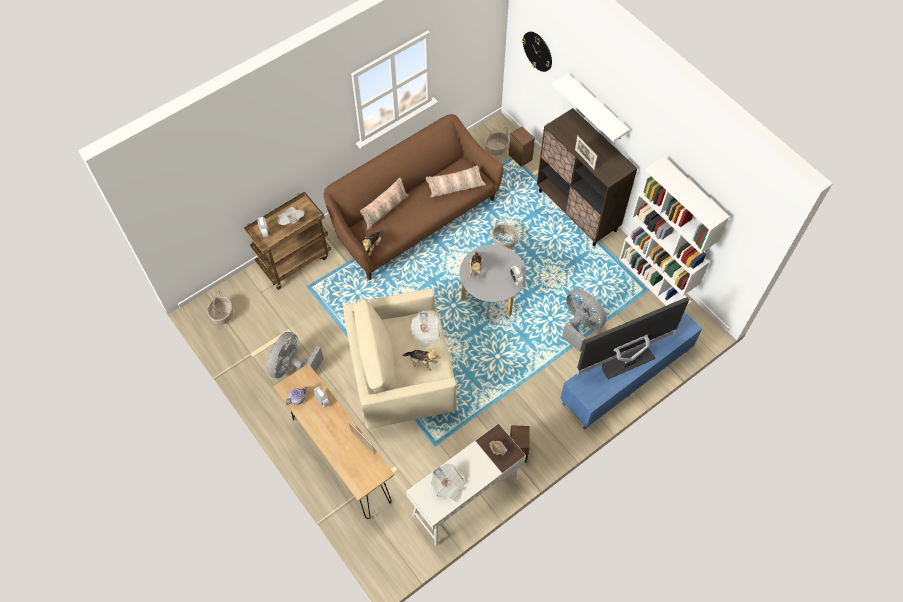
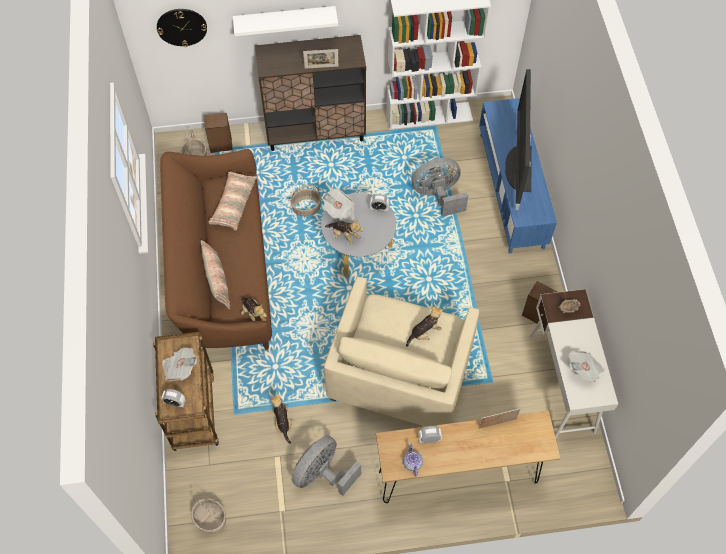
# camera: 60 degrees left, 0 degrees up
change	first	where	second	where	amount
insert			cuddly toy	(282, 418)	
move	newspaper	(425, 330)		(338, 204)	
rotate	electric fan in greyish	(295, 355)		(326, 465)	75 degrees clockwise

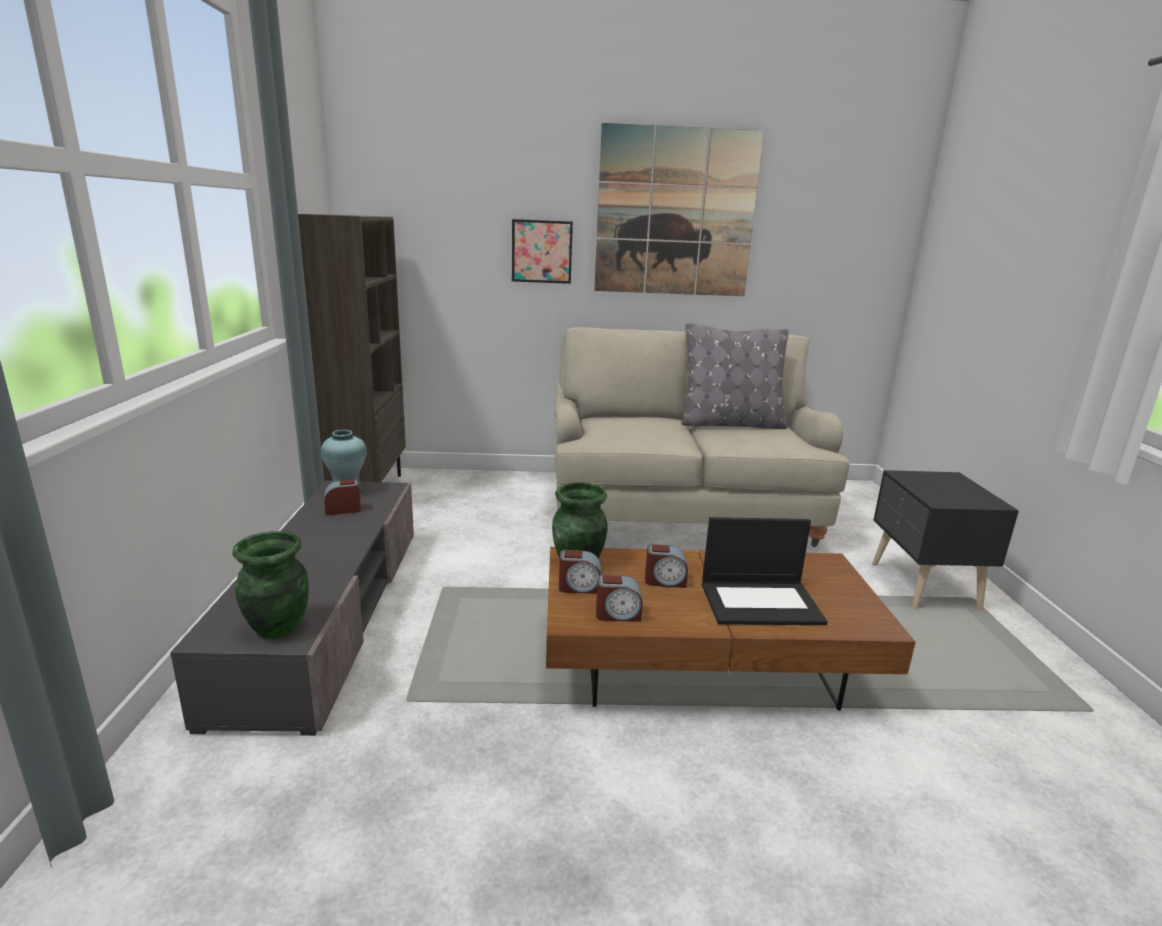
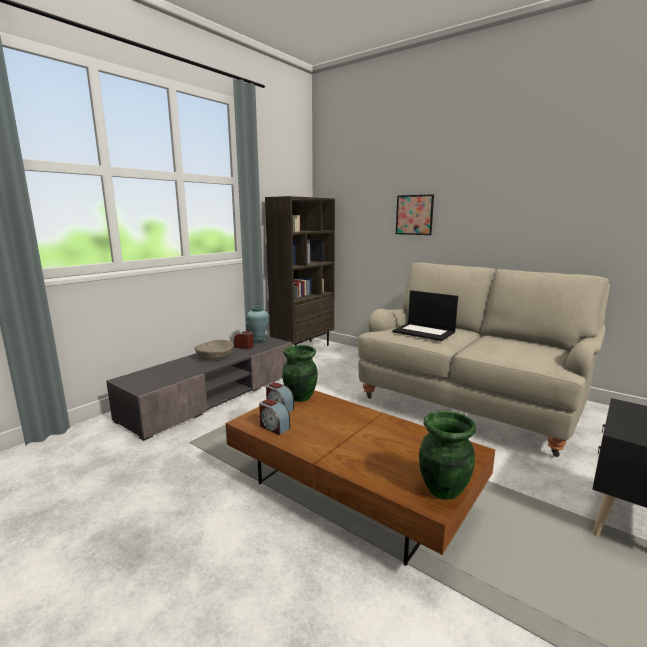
# camera: 40 degrees right, 5 degrees down
change	first	where	second	where	amount
delete	wall art	(679, 209)			
delete	alarm clock	(666, 566)			
delete	throw pillow in greyish	(735, 376)			
insert			serving bowl in beige	(214, 350)	
move	flower vase in green-coloured	(270, 585)		(447, 455)	
move	notebook computer	(765, 571)		(425, 315)	

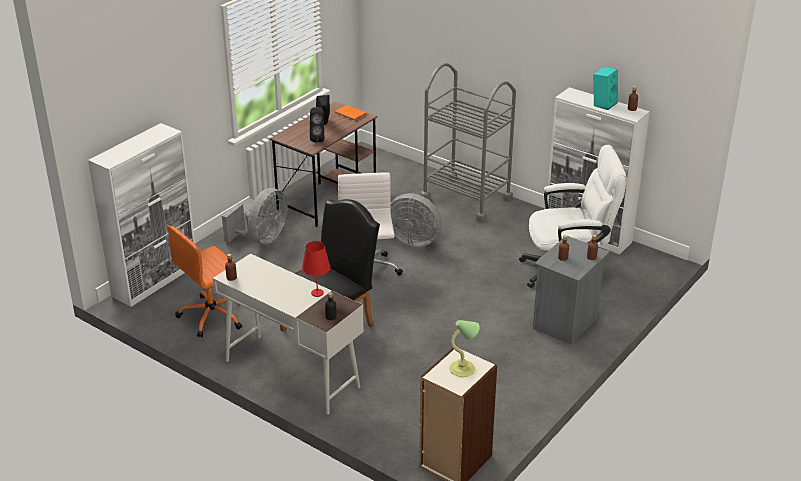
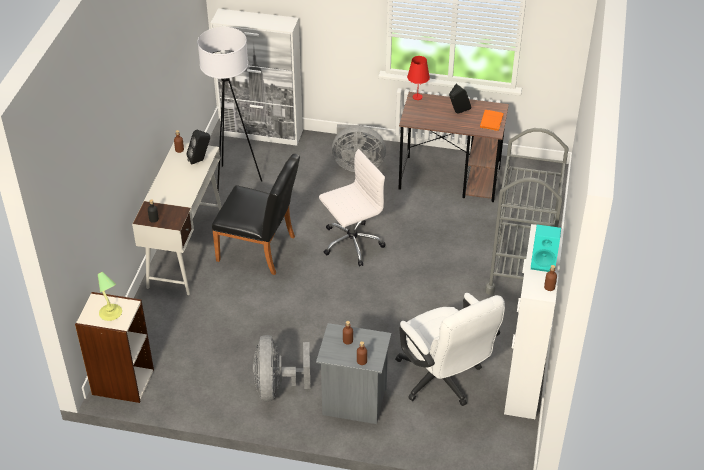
# camera: 65 degrees right, 10 degrees up
change	first	where	second	where	amount
move	table lamp in reddish	(316, 269)		(418, 78)	
move	loudspeaker in black	(317, 124)		(198, 147)	
move	electric fan in greyish	(416, 220)		(282, 368)	
replace	office chair in orange	(204, 281)	standard lamp in white	(229, 109)	

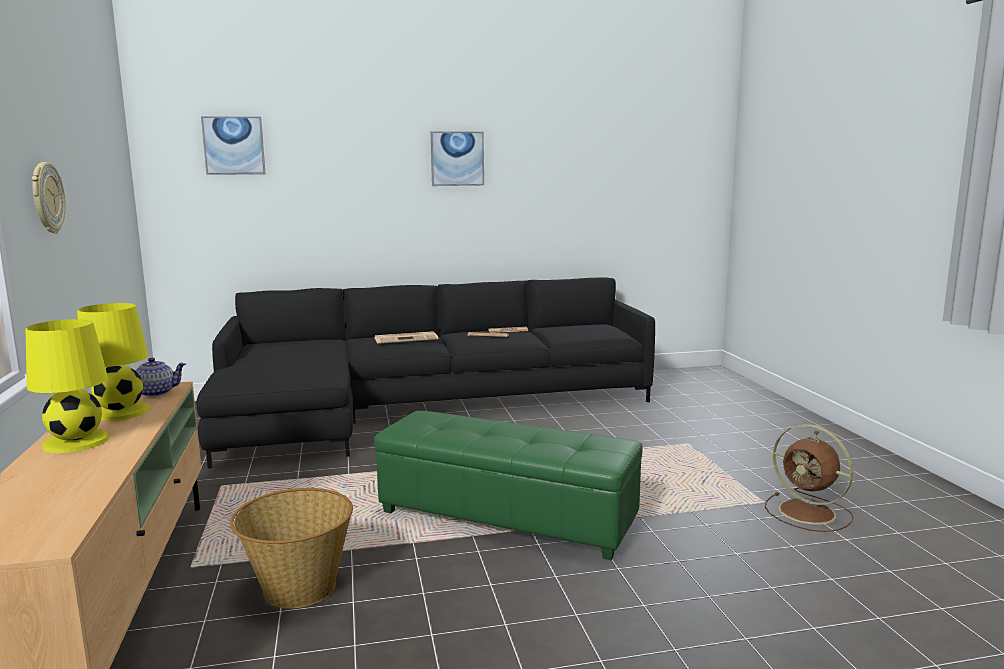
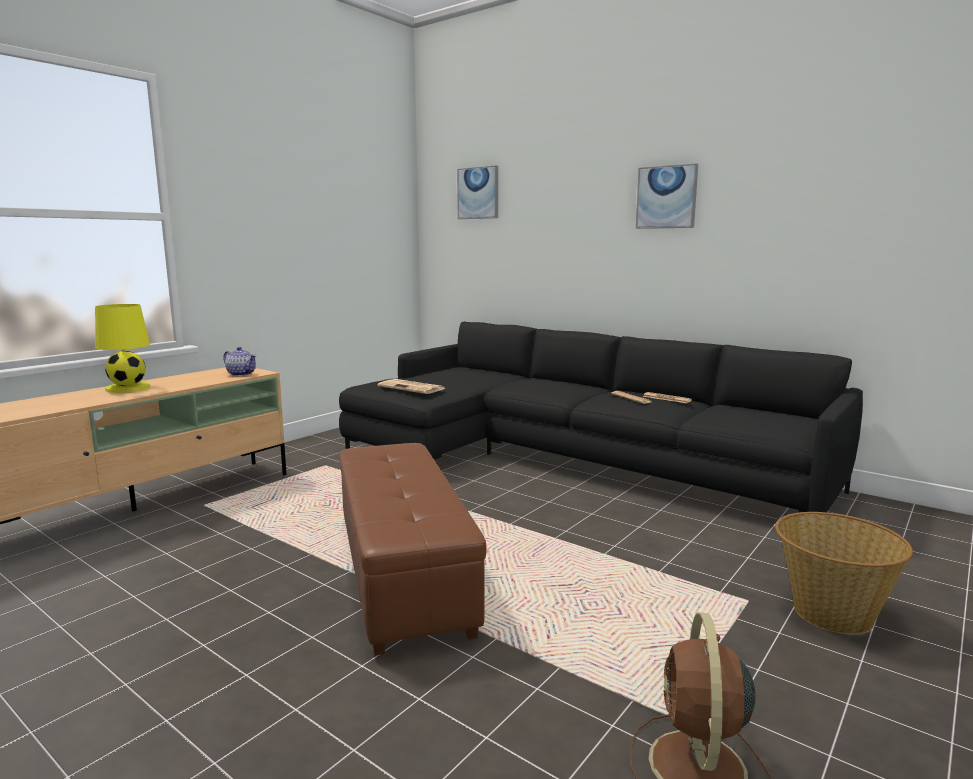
# camera: 50 degrees right, 0 degrees up
change	first	where	second	where	amount
delete	wall clock	(49, 198)			
delete	table lamp in yellowish	(113, 362)			
move	storage basket	(291, 548)		(844, 573)	
move	newspaper	(406, 337)		(411, 386)	
recolor	pouffe in green-coloured	(508, 485)	pouffe in brownish	(412, 549)	

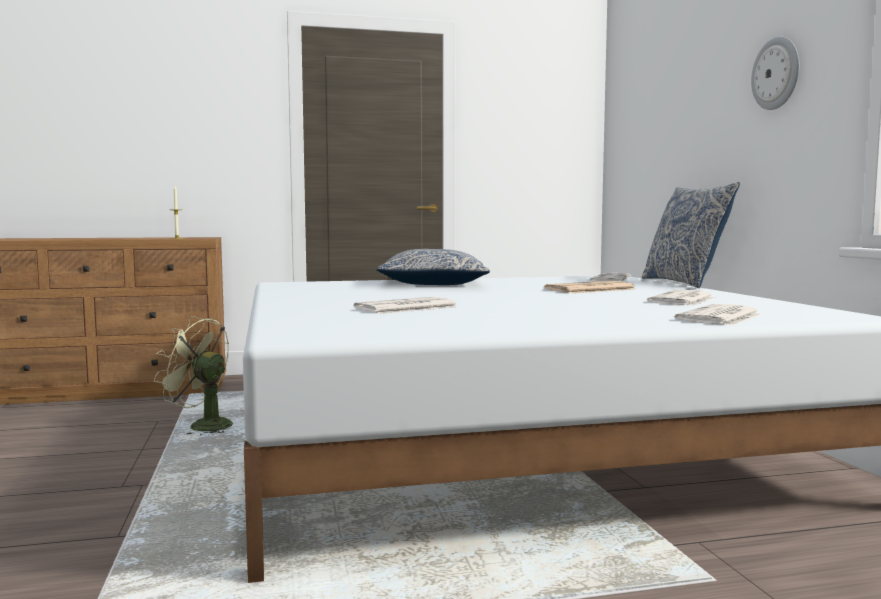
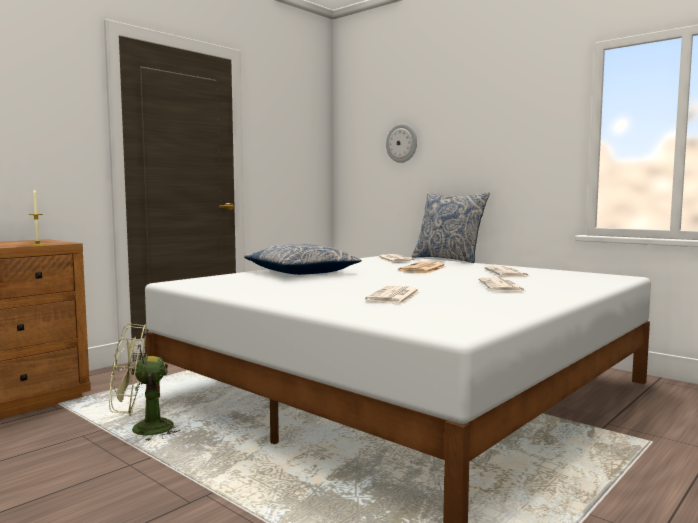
# camera: 35 degrees left, 0 degrees up
change	first	where	second	where	amount
move	newspaper	(718, 315)		(502, 284)	
move	wall clock	(775, 73)		(401, 143)	

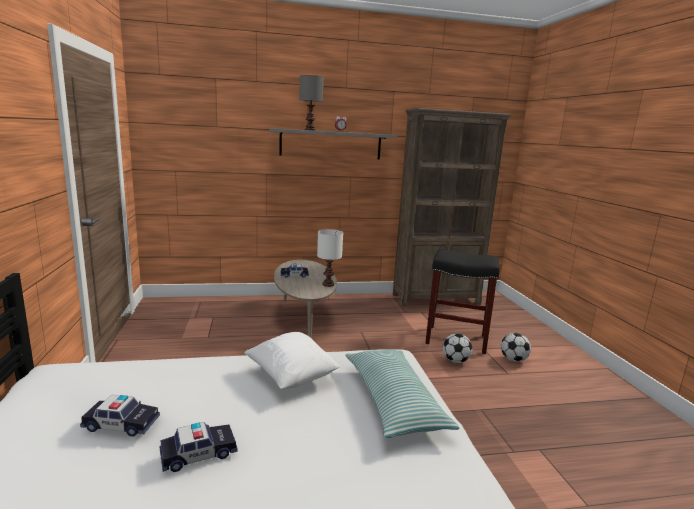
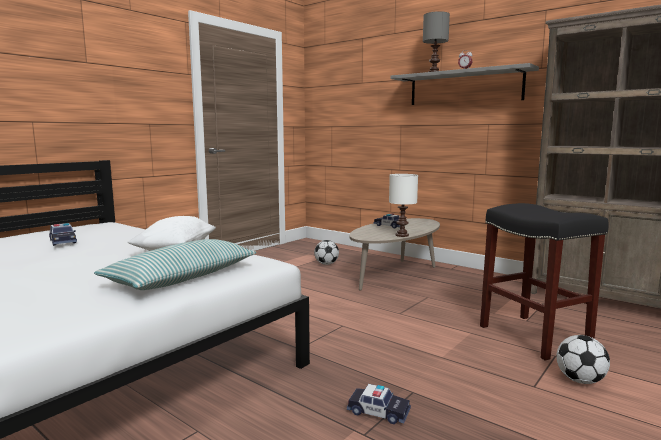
# camera: 50 degrees right, 5 degrees down
change	first	where	second	where	amount
move	model car	(198, 447)		(379, 404)	
move	football ball	(458, 348)		(326, 252)	

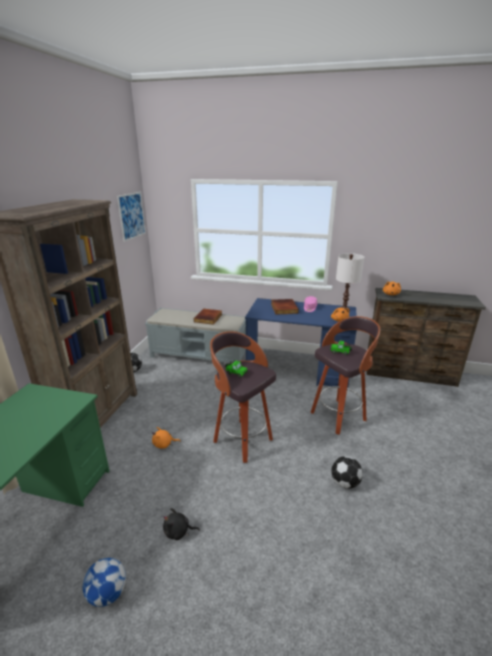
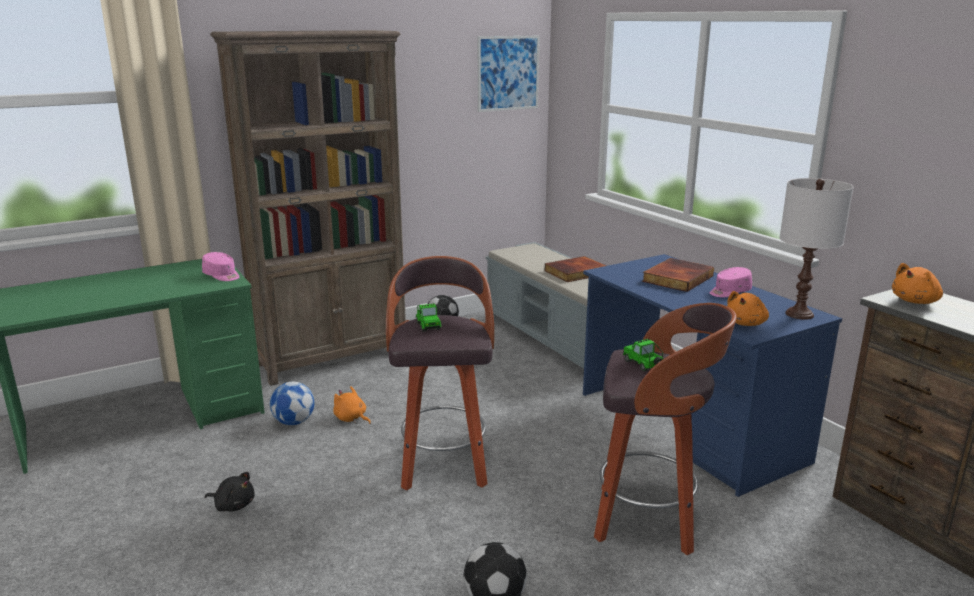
# camera: 45 degrees right, 5 degrees down
change	first	where	second	where	amount
insert			baseball cap in pink	(220, 266)	
move	football ball	(104, 582)		(292, 403)	
rotate	cuddly toy in black	(181, 524)		(230, 492)	150 degrees clockwise

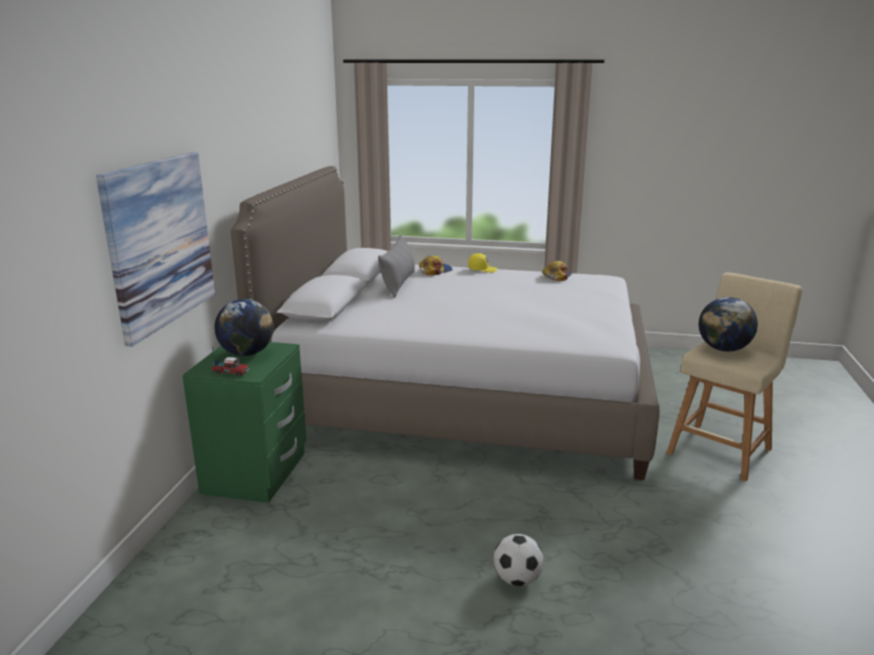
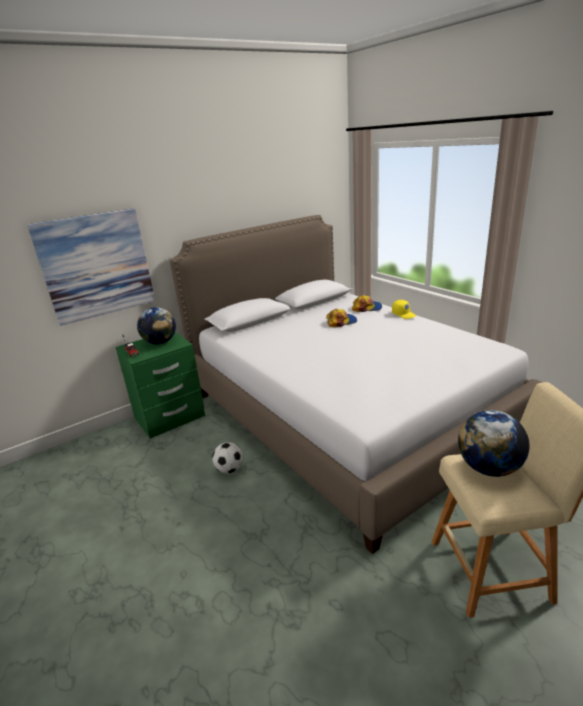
# camera: 45 degrees right, 5 degrees up
change	first	where	second	where	amount
delete	throw pillow in greyish	(396, 266)			
move	football ball	(518, 560)		(227, 457)	
move	baseball cap	(557, 271)		(341, 318)	

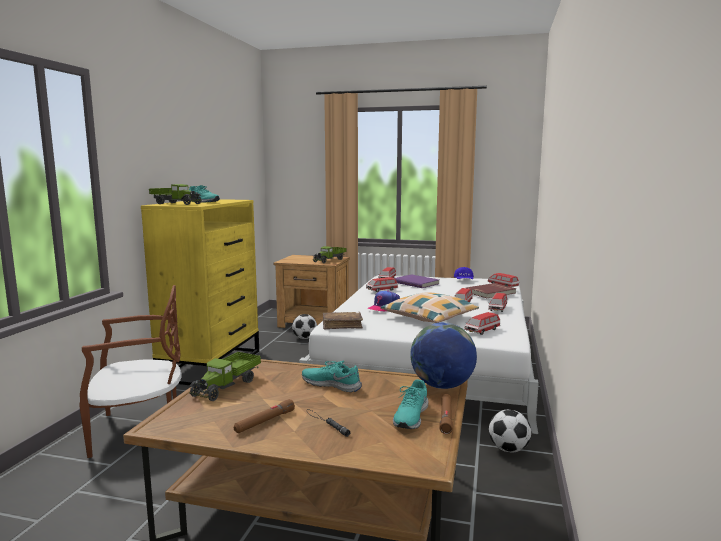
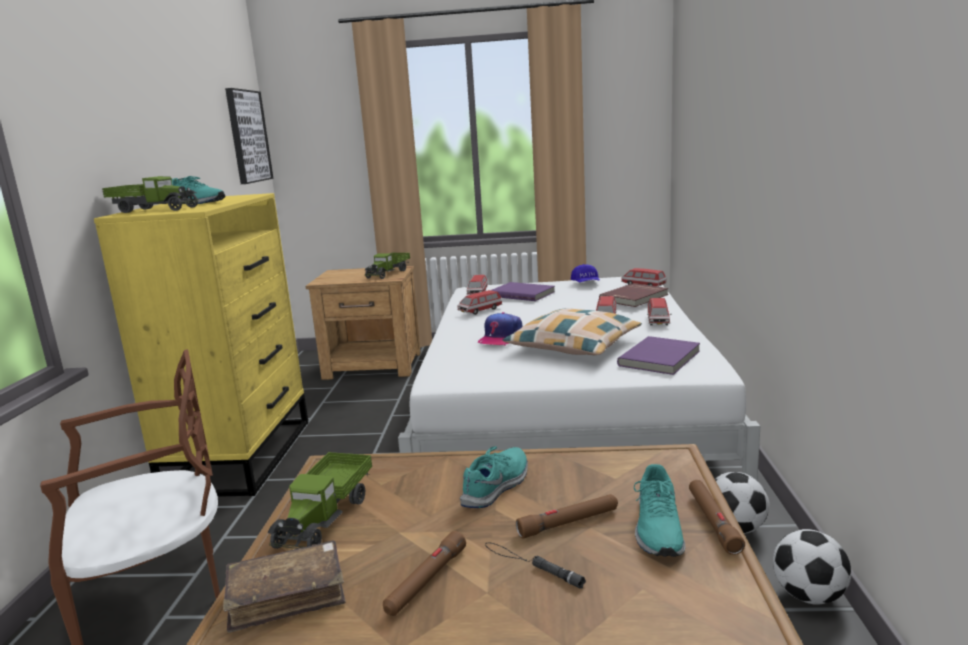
# camera: 10 degrees left, 5 degrees up
change	first	where	second	where	amount
delete	world globe	(443, 355)			
insert			wall art	(249, 136)	
insert			torch in brownish	(567, 516)	
move	football ball	(304, 326)		(812, 567)	
move	book in brownish	(342, 320)		(284, 586)	
replace	model car	(482, 323)	book in purple-coloured	(658, 355)	
rotate	shoe in turquoise	(332, 376)		(494, 477)	105 degrees clockwise

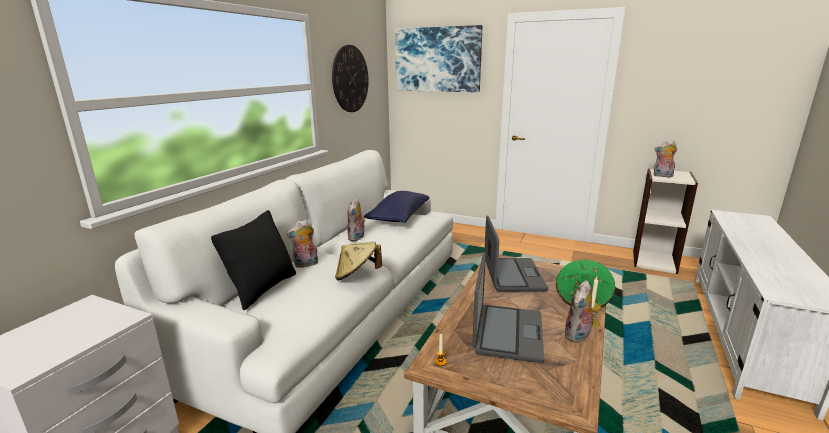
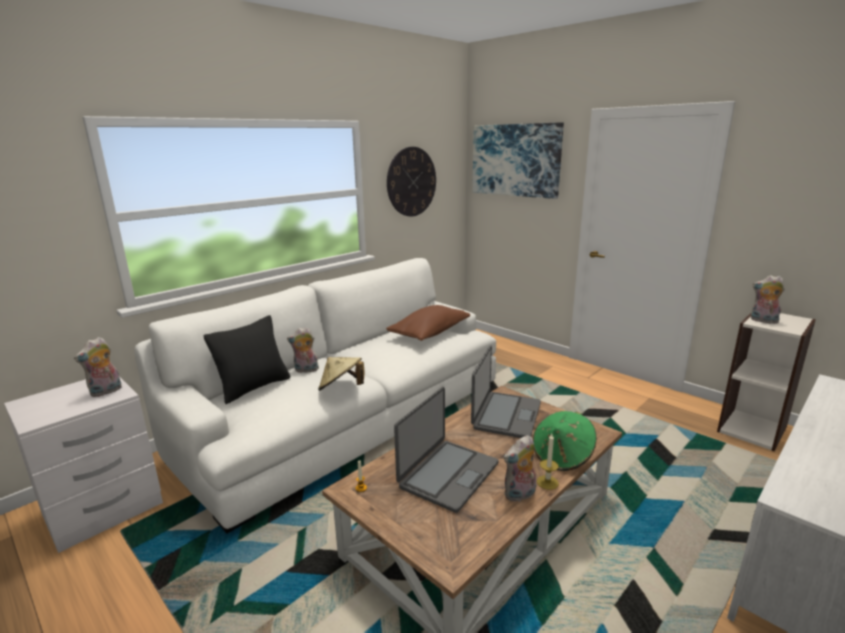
# camera: 20 degrees right, 0 degrees up
change	first	where	second	where	amount
move	cuddly toy	(356, 219)		(98, 367)	
recolor	throw pillow in blue-coloured	(396, 207)	throw pillow in brownish	(428, 323)	

